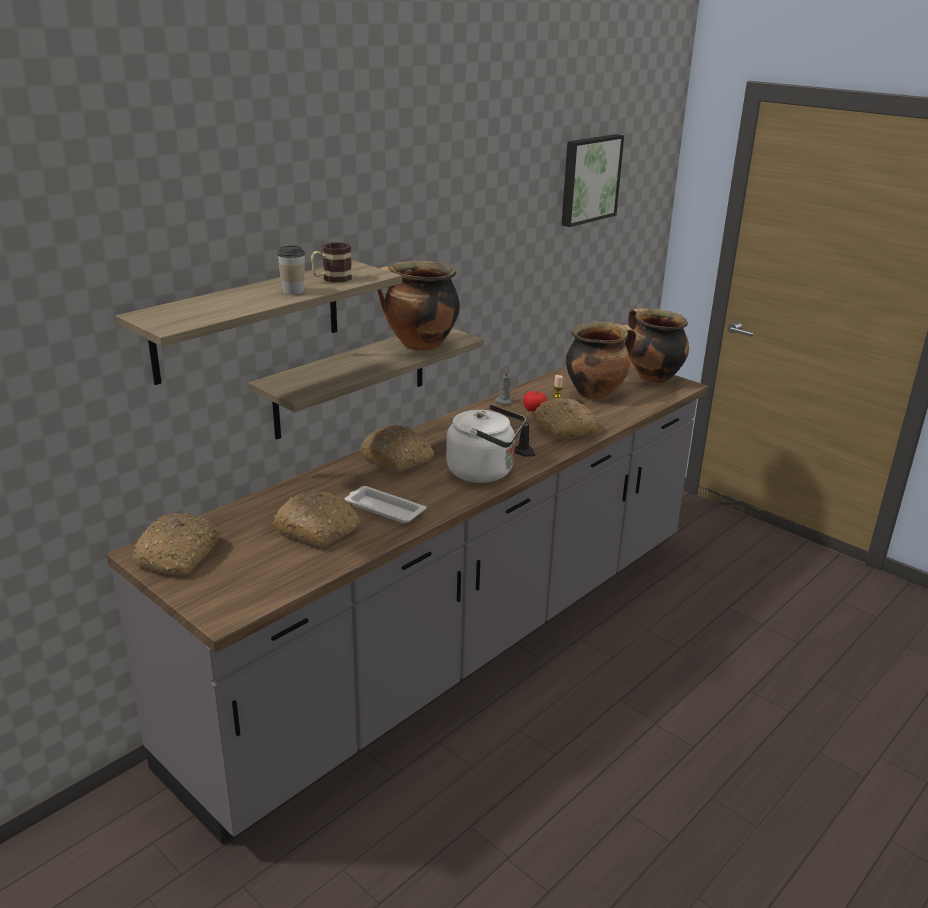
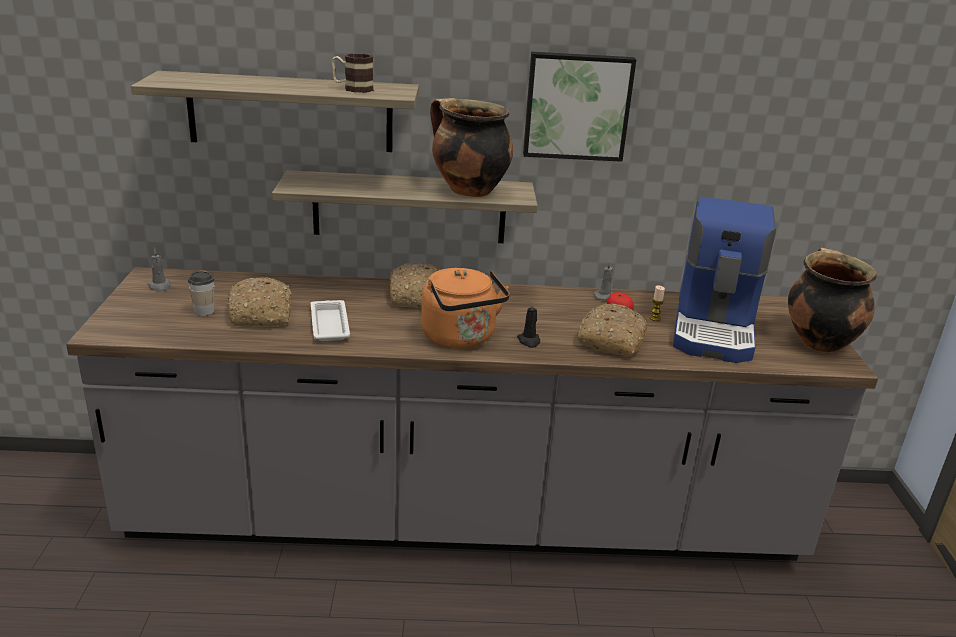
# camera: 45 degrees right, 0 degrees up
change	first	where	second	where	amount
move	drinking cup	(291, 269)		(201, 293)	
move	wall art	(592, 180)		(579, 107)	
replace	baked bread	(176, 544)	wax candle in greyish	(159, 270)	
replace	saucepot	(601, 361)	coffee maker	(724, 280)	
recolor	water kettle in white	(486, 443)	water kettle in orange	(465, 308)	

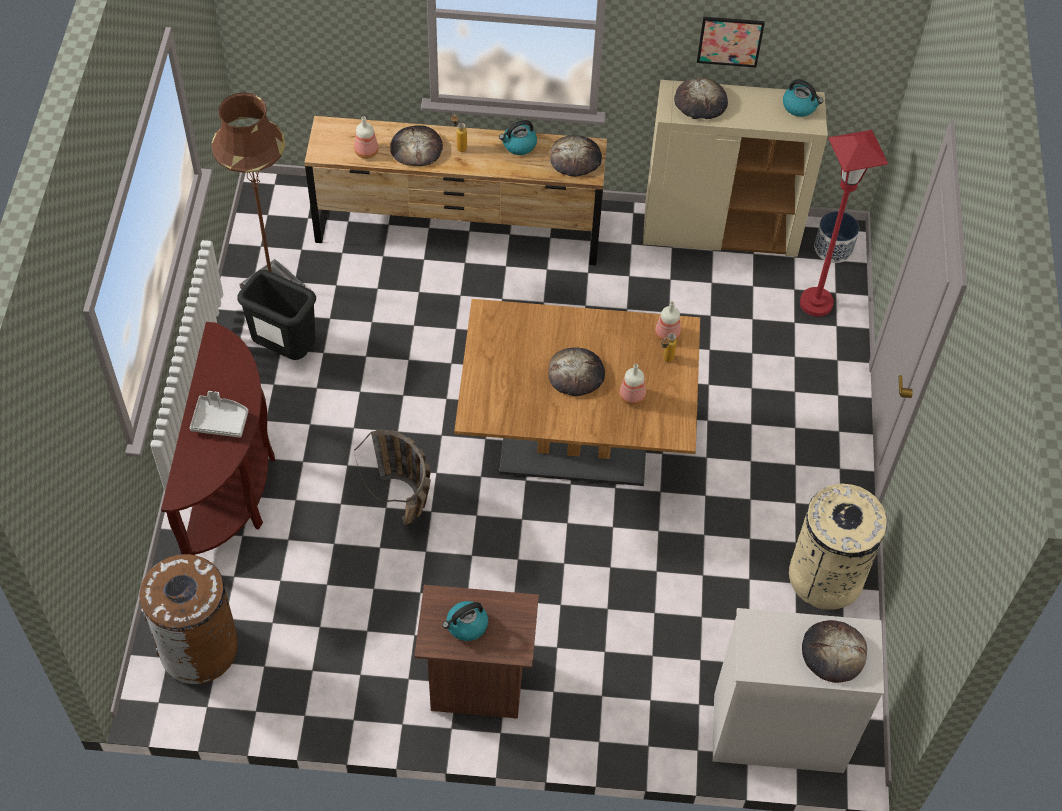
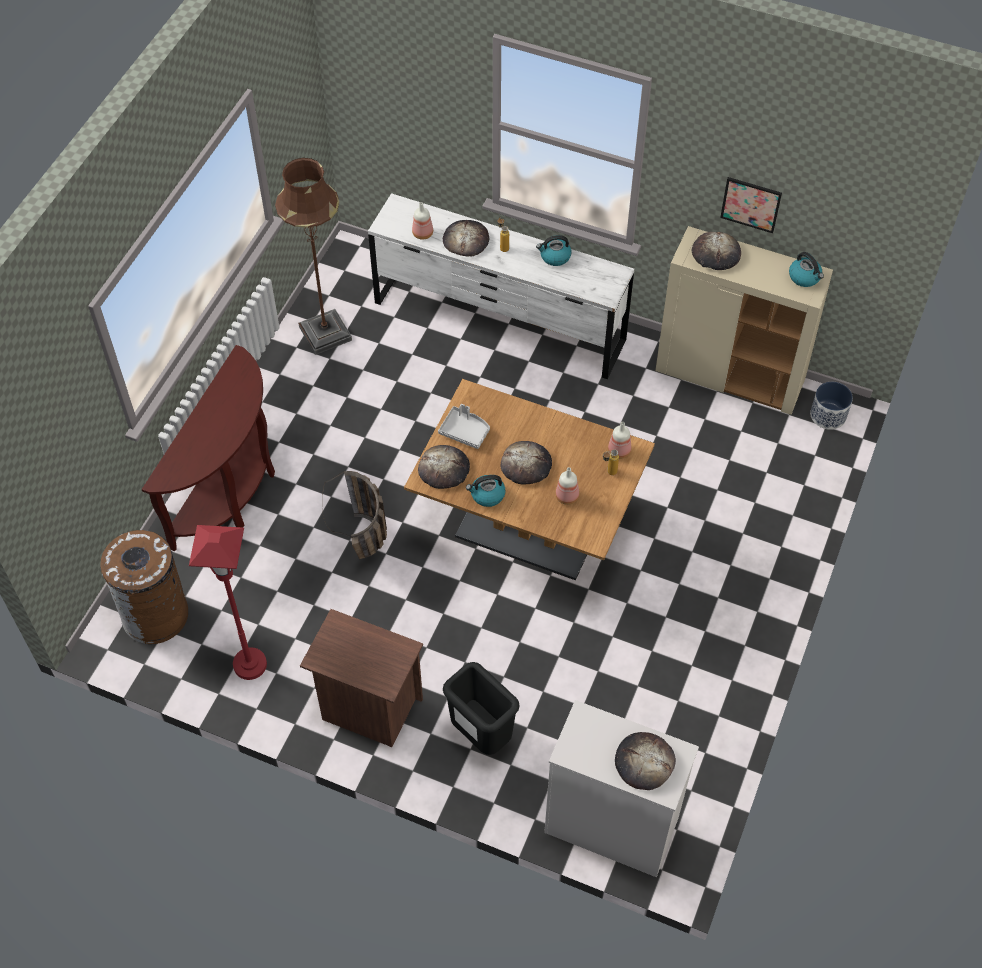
# camera: 20 degrees right, 0 degrees up
change	first	where	second	where	amount
delete	waste bin in beige	(838, 546)			
move	carrying tray in greyish	(219, 414)		(464, 426)	
move	waste bin in black	(276, 315)		(481, 708)	
move	water kettle	(465, 621)		(486, 491)	
move	baked bread	(576, 156)		(444, 467)	
move	standard lamp in reddish	(844, 223)		(228, 602)	
recolor	chest of drawers in brownish	(456, 190)	chest of drawers in white	(501, 286)	

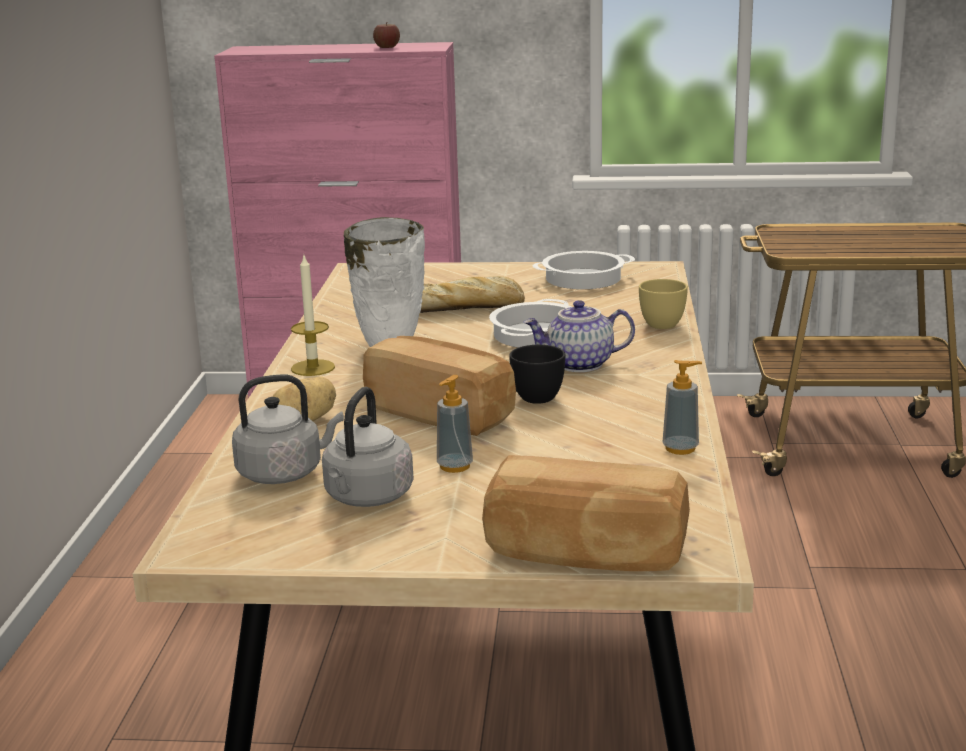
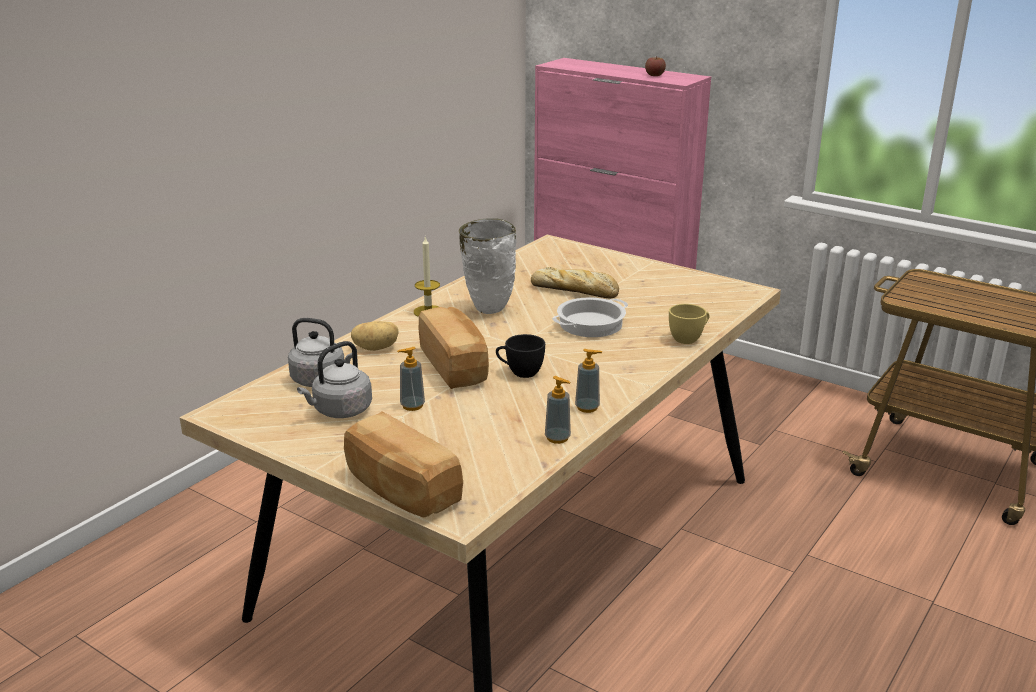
# camera: 30 degrees right, 5 degrees up
change	first	where	second	where	amount
delete	tea pot	(579, 336)			
delete	saucepot	(583, 270)			
insert			soap bottle	(588, 381)	

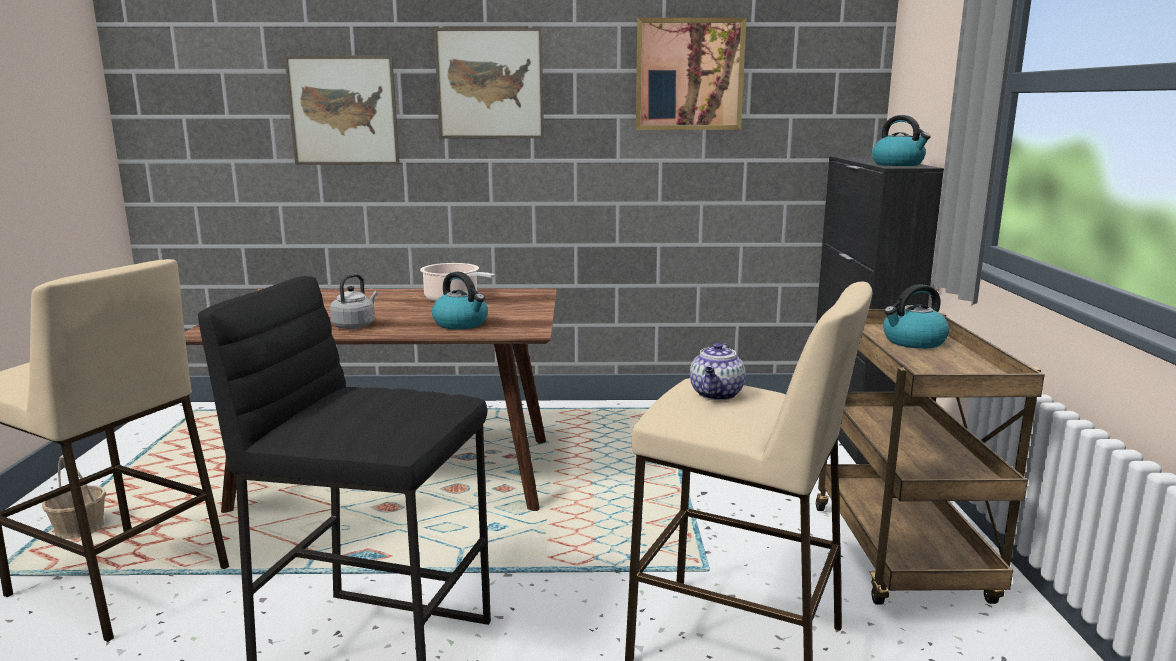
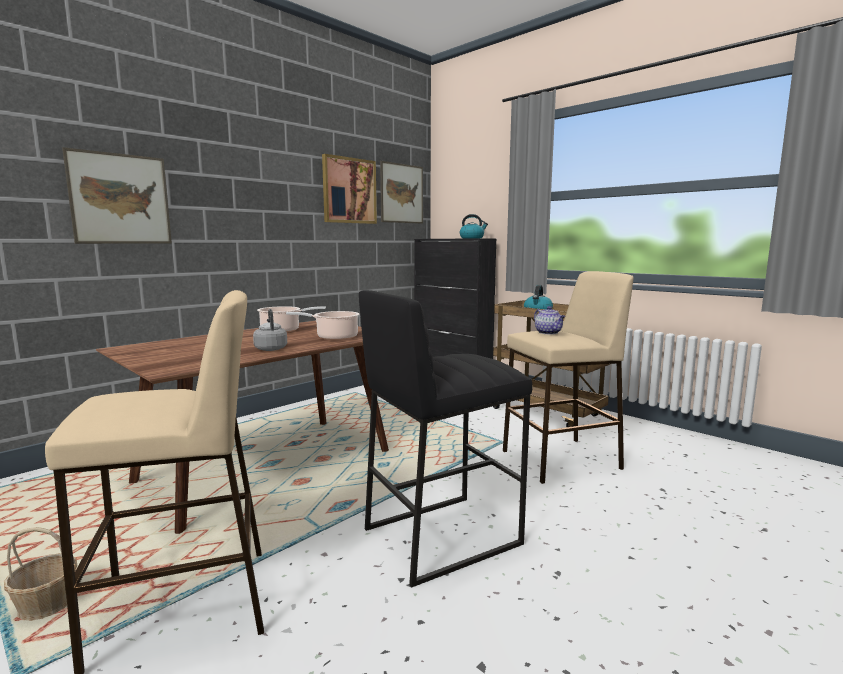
# camera: 45 degrees left, 5 degrees down
change	first	where	second	where	amount
move	wall art	(489, 83)		(401, 192)	
replace	water kettle	(460, 301)	saucepot	(322, 325)	

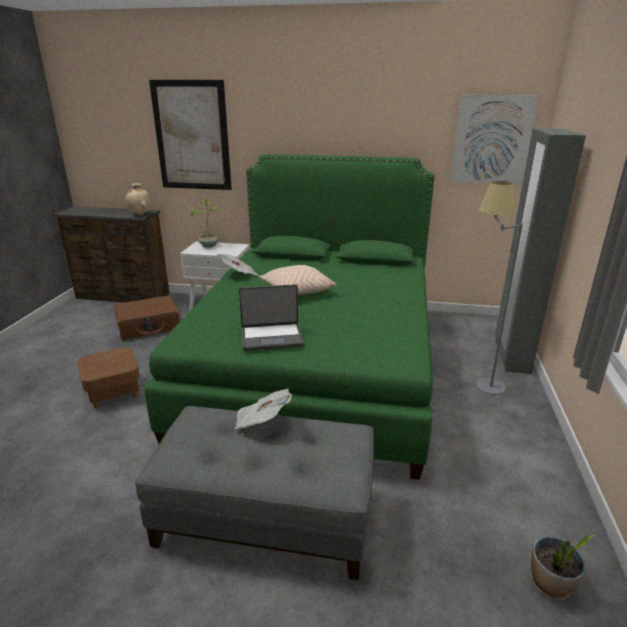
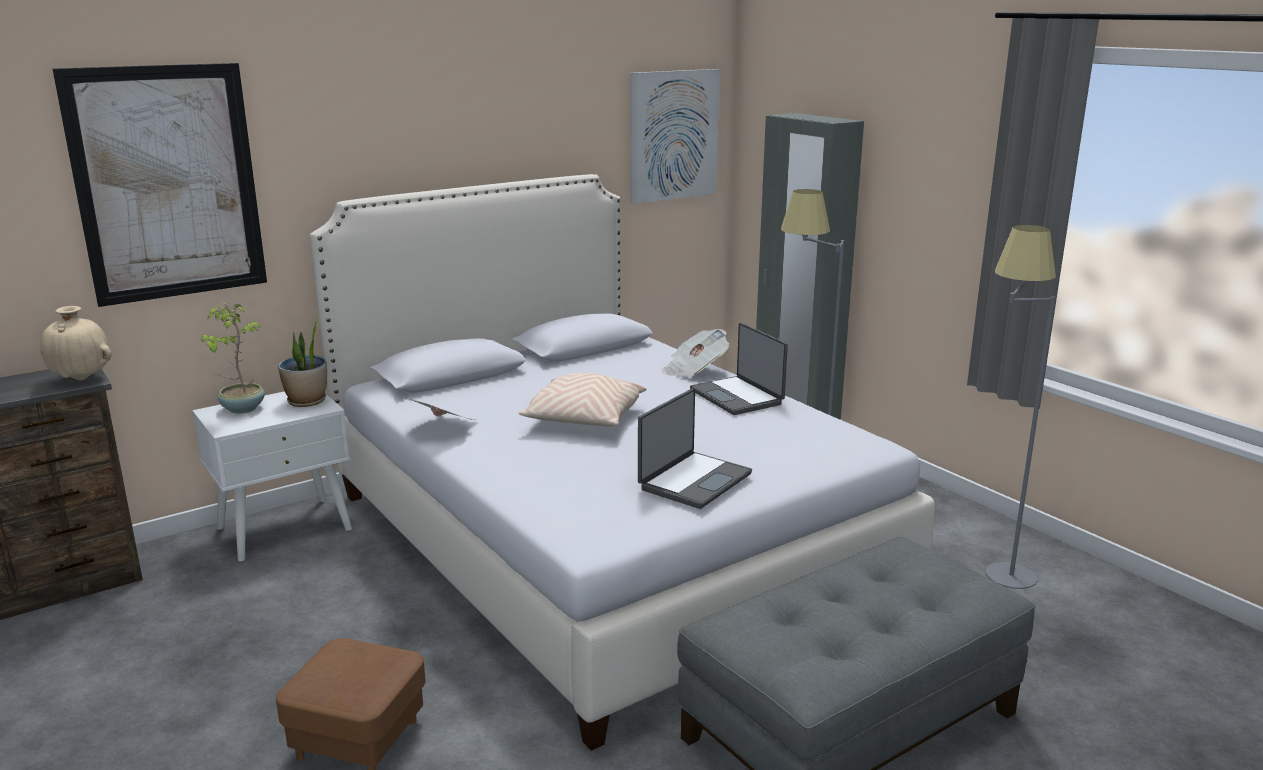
# camera: 45 degrees left, 5 degrees down
change	first	where	second	where	amount
delete	travel case in brownish	(147, 317)			
insert			notebook computer	(739, 369)	
insert			standard lamp in greyish	(1021, 407)	
move	newspaper	(263, 409)		(695, 353)	
move	plant in a pot	(563, 567)		(302, 363)	
recolor	sleeping bed in green-coloured	(290, 317)	sleeping bed in white	(622, 462)	

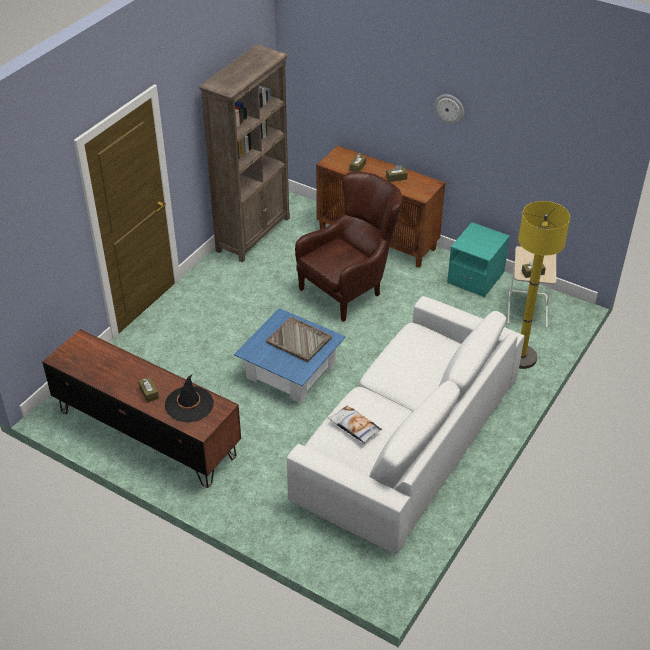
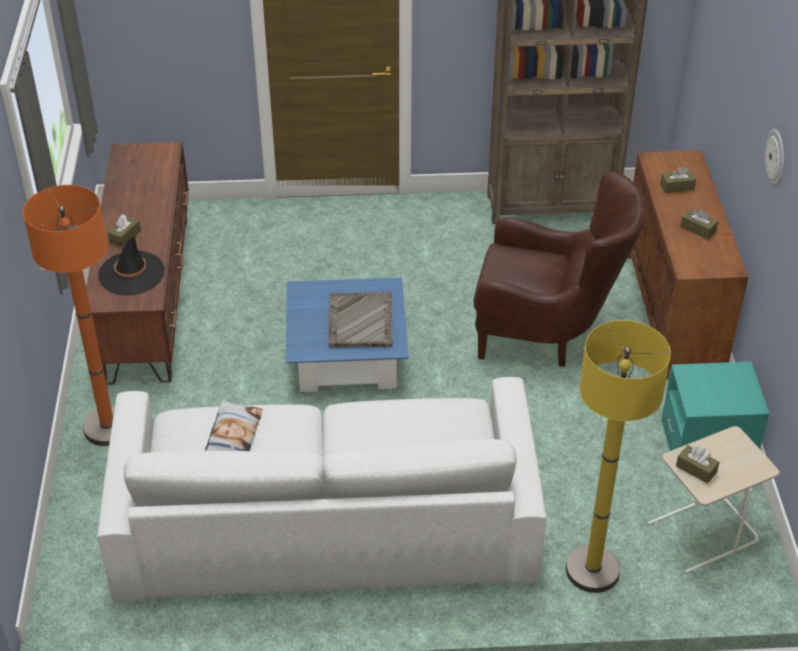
# camera: 55 degrees right, 0 degrees up
change	first	where	second	where	amount
insert			standard lamp in orange	(69, 315)	

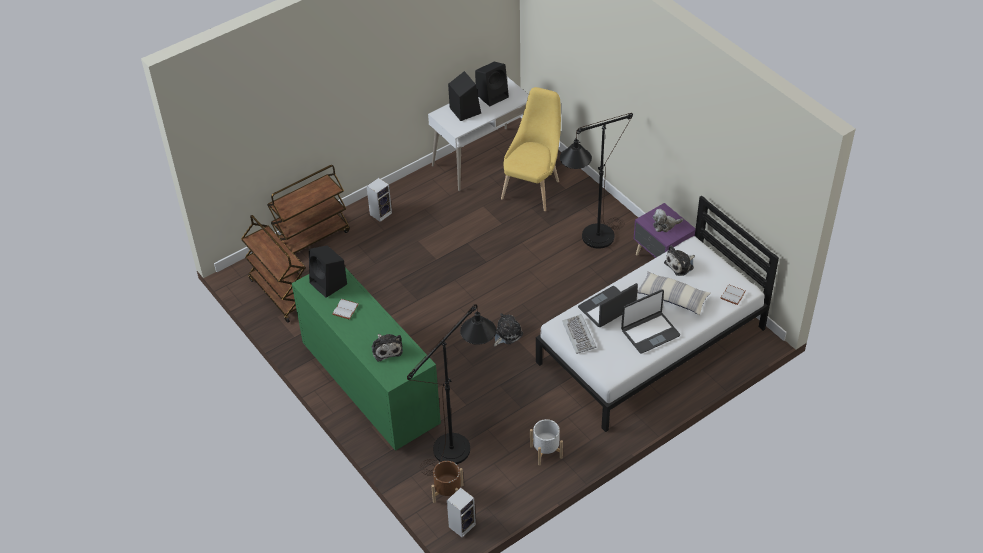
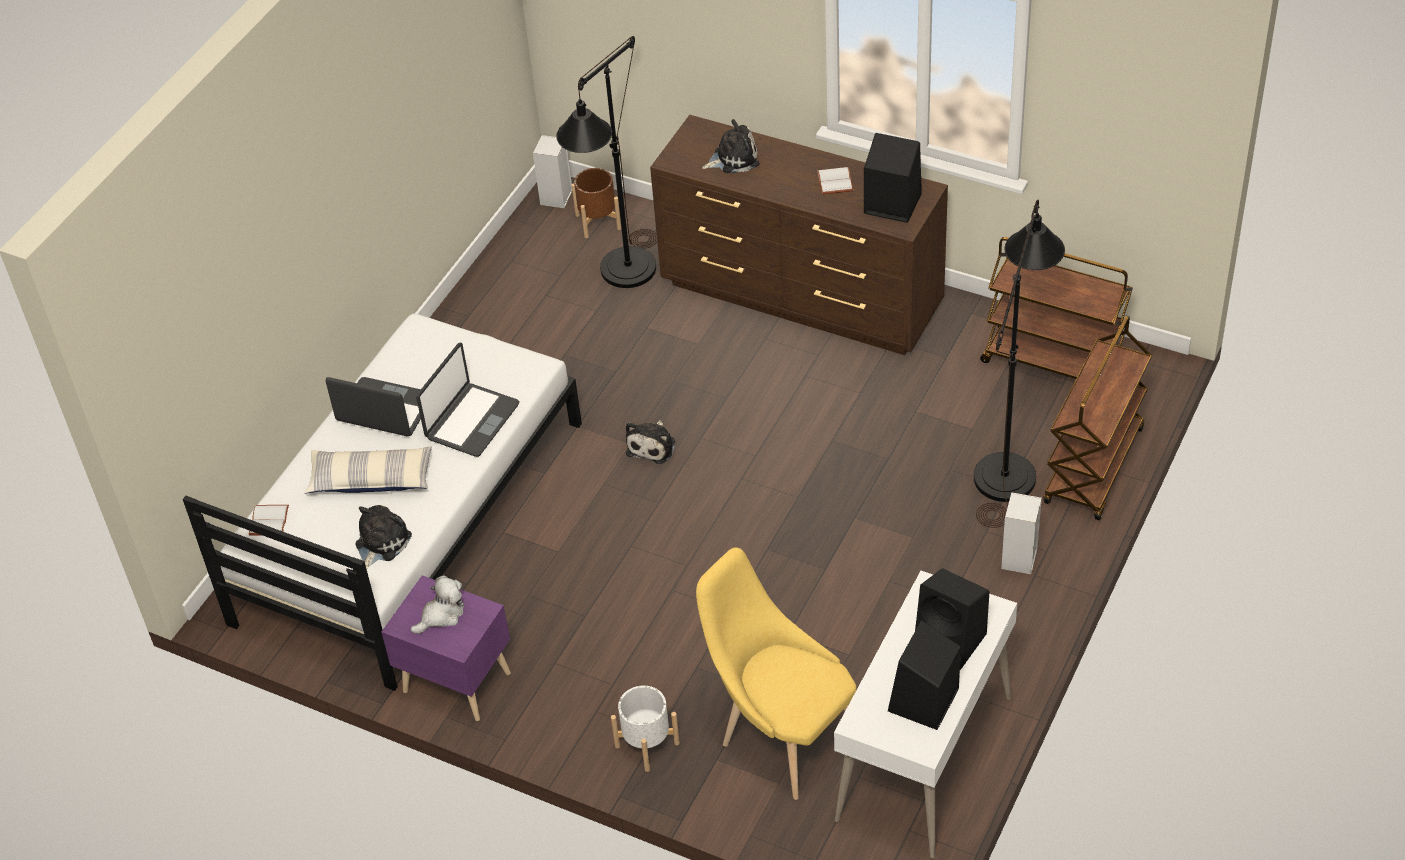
# camera: 155 degrees right, 0 degrees up
change	first	where	second	where	amount
delete	PC keyboard	(579, 334)			
move	plant pot in white	(546, 442)		(645, 729)	
move	standard lamp in black	(596, 181)		(1019, 364)	
recolor	chest of drawers in green-coloured	(366, 359)	chest of drawers in brownish	(799, 235)	
rotate	cuddly toy	(387, 347)		(731, 146)	120 degrees clockwise
rotate	plain chair in yellowish	(531, 149)		(776, 673)	135 degrees clockwise
rotate	notebook computer	(650, 321)		(373, 406)	75 degrees clockwise

